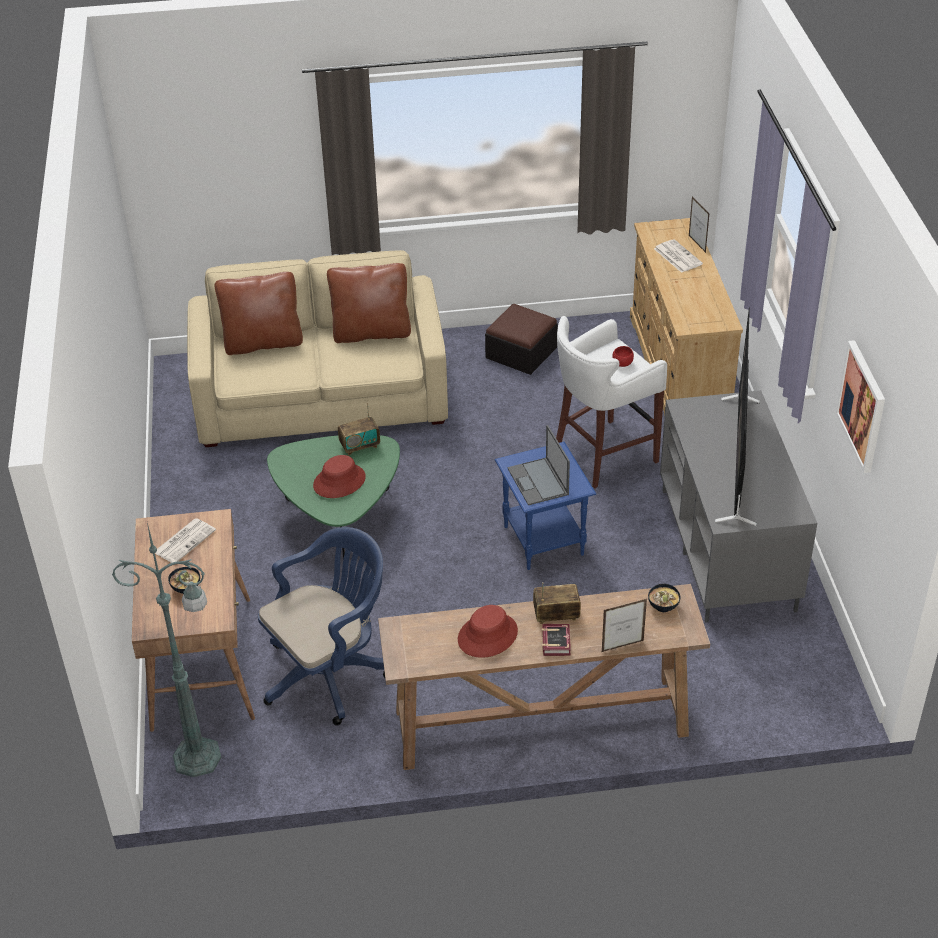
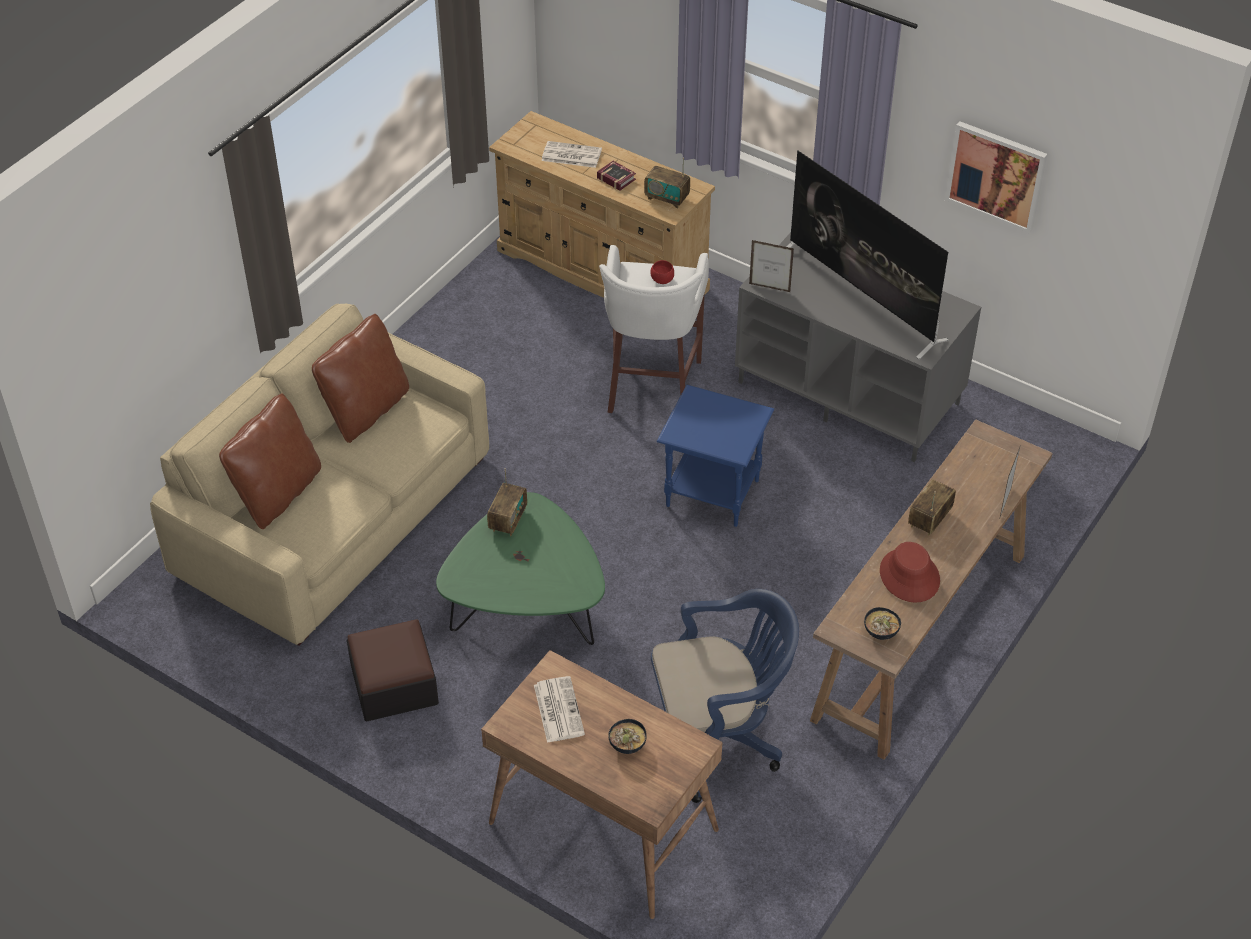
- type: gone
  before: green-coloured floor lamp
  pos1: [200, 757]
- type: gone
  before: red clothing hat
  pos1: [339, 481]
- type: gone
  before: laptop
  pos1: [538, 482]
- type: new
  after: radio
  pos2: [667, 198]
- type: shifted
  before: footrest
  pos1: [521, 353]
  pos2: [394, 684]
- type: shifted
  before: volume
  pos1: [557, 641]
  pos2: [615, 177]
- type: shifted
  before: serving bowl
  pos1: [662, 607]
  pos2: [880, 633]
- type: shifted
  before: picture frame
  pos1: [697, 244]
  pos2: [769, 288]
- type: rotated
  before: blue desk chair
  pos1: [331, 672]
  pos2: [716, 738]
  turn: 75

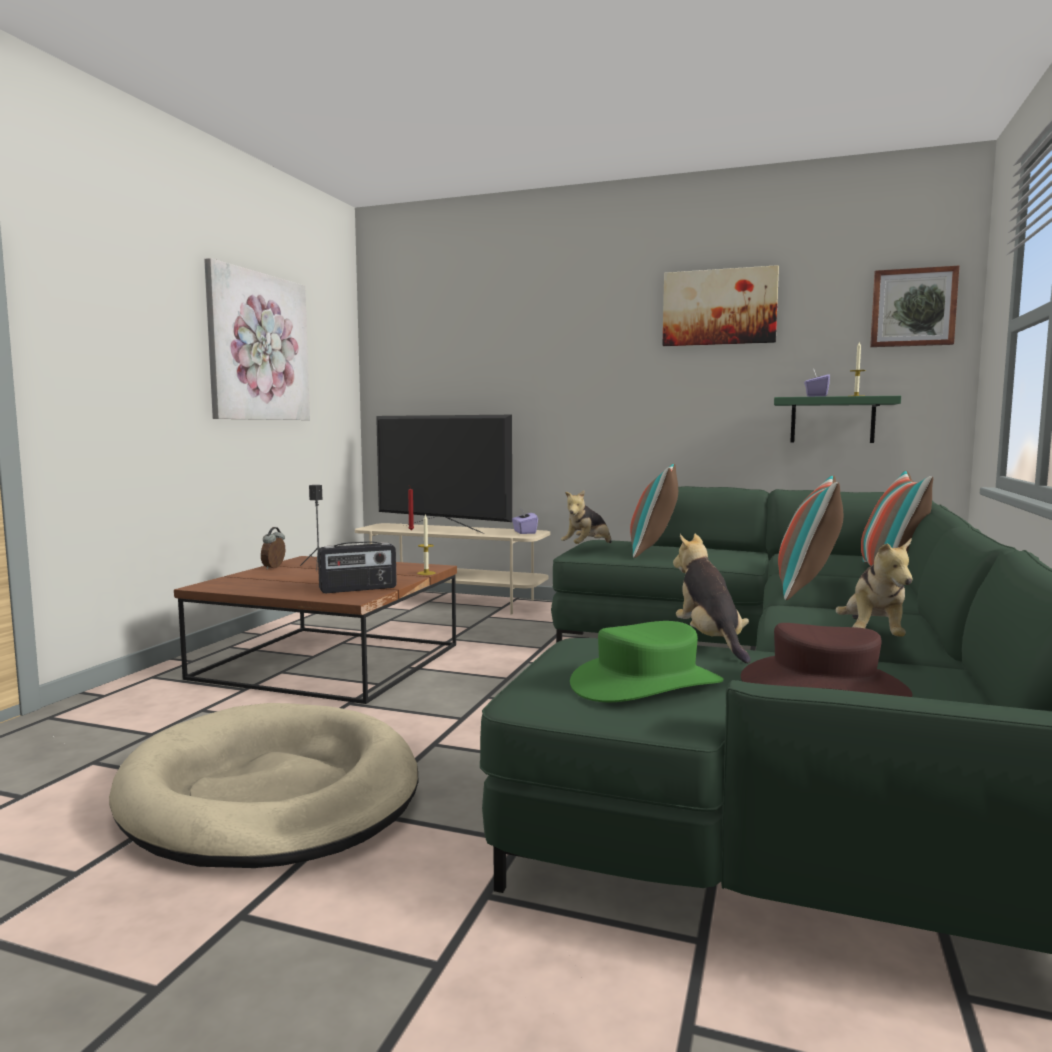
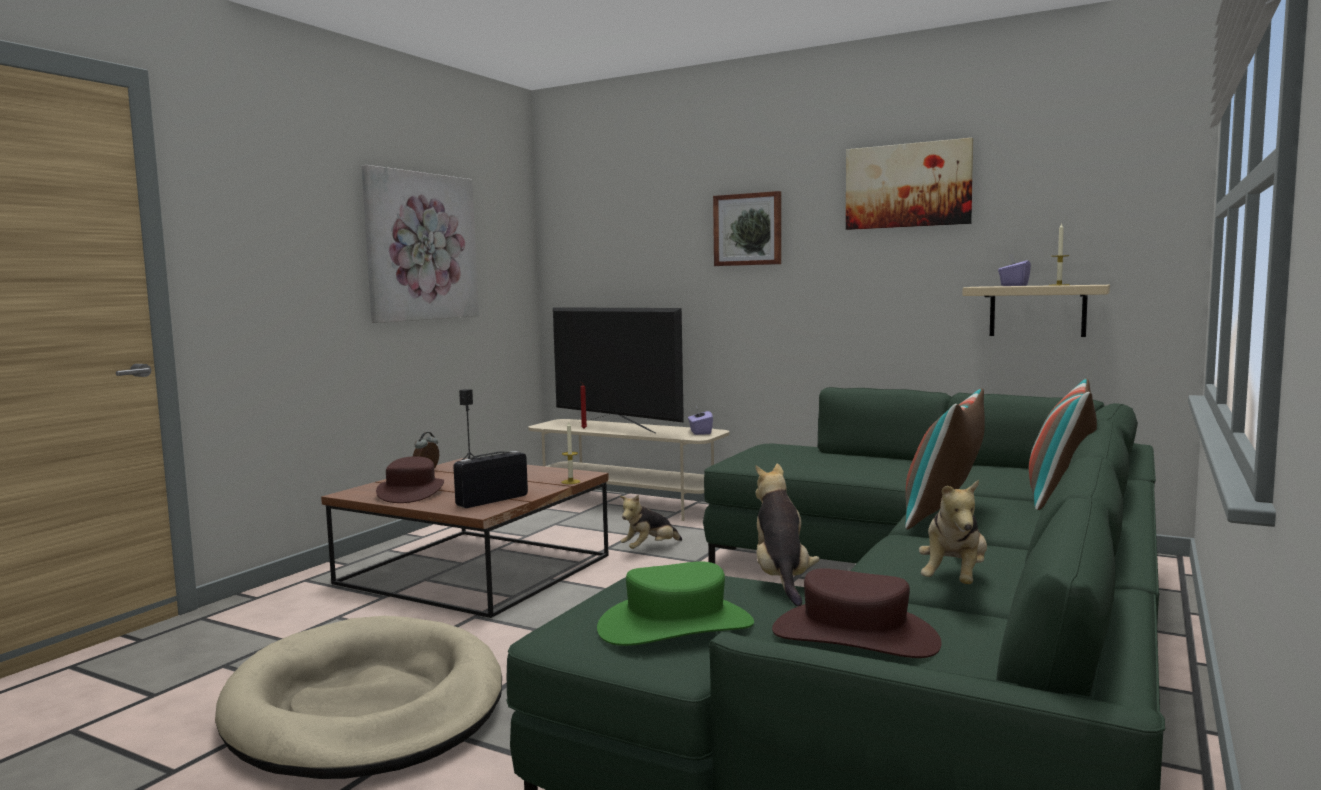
- type: gone
  before: cushion
  pos1: [653, 551]
- type: new
  after: brown clothing hat
  pos2: [411, 492]
- type: shifted
  before: plush toy
  pos1: [587, 547]
  pos2: [650, 549]
- type: shifted
  before: picture
  pos1: [913, 308]
  pos2: [748, 229]
- type: repainted
  before: green-coloured bracket shelf
  after: beige bracket shelf
  pos1: [832, 420]
  pos2: [1037, 311]
- type: rotated
  before: radio
  pos1: [358, 589]
  pos2: [492, 500]
  turn: 150

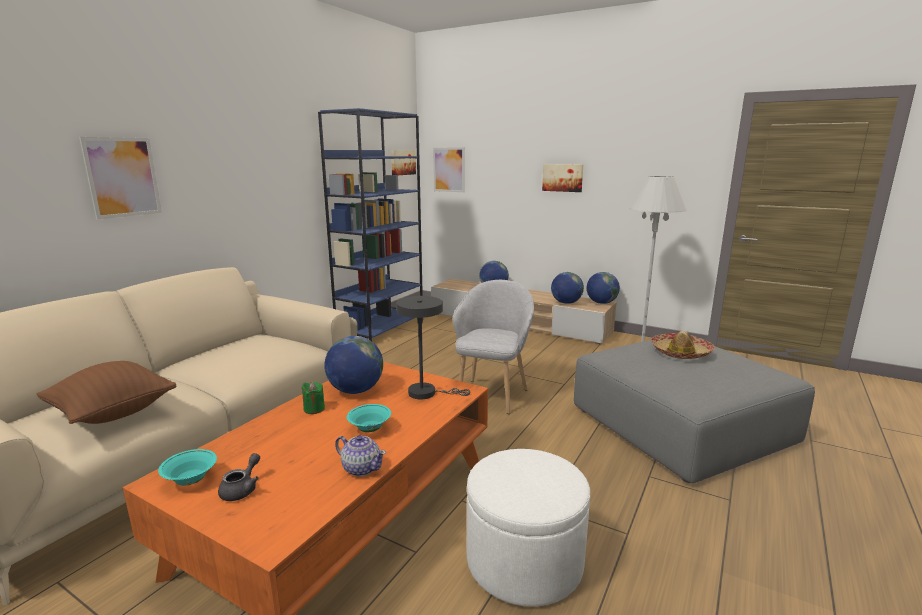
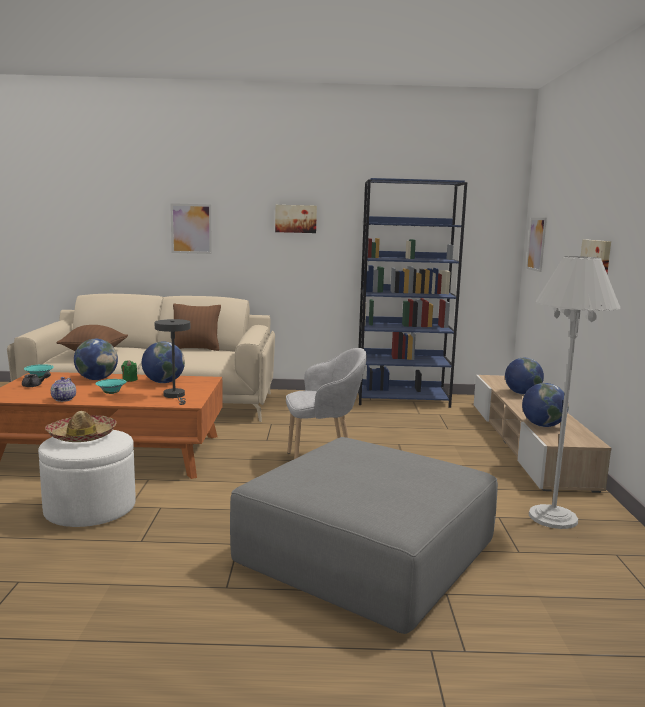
- type: new
  after: brown cushion
  pos2: [196, 348]
- type: shifted
  before: picture
  pos1: [402, 162]
  pos2: [296, 218]
- type: shifted
  before: world globe
  pos1: [601, 303]
  pos2: [97, 379]
- type: shifted
  before: clothing hat
  pos1: [680, 352]
  pos2: [82, 436]

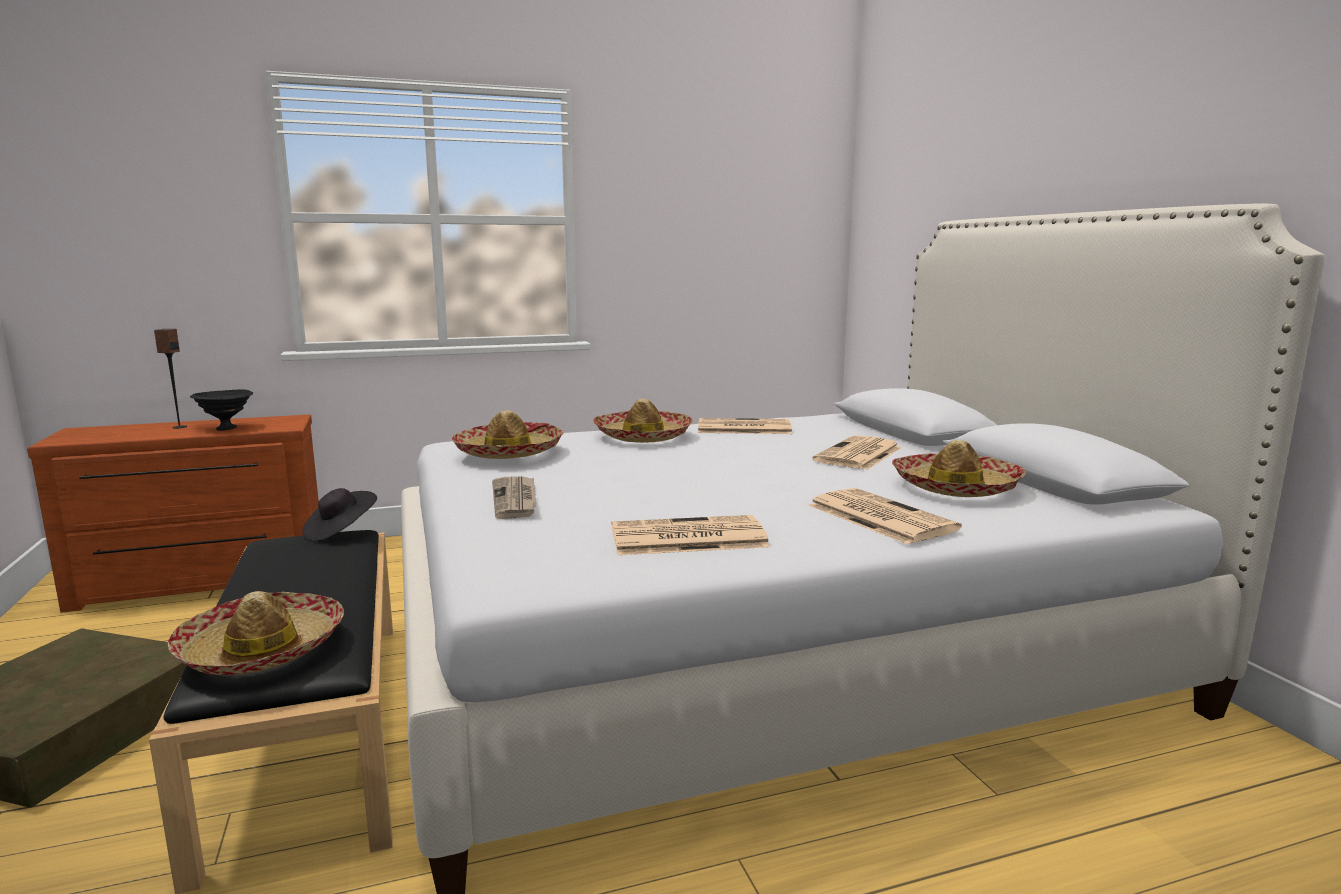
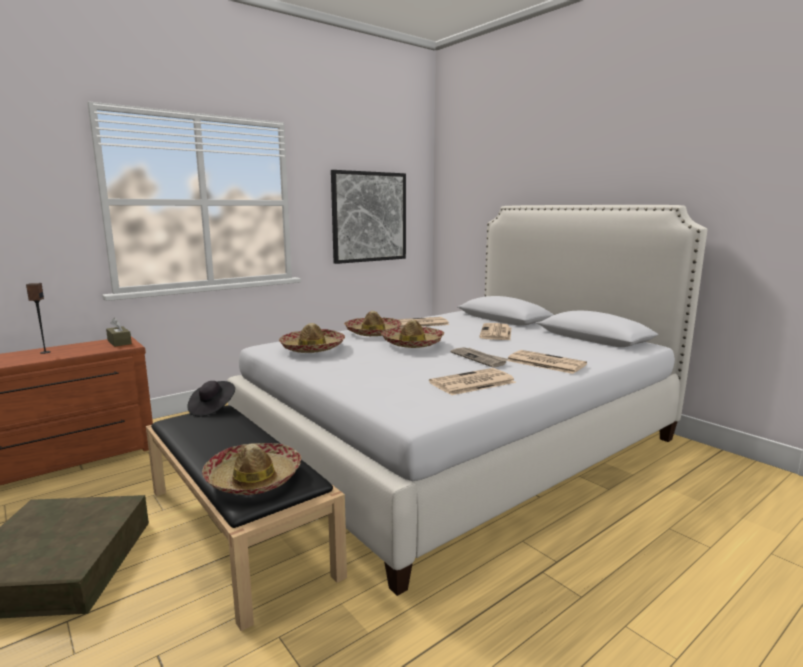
- type: gone
  before: black-coloured serving bowl
  pos1: [225, 428]
- type: new
  after: brown tissue box
  pos2: [119, 342]
- type: new
  after: picture
  pos2: [369, 217]
- type: shifted
  before: newspaper
  pos1: [516, 500]
  pos2: [479, 358]
- type: shifted
  before: clothing hat
  pos1: [956, 487]
  pos2: [412, 343]

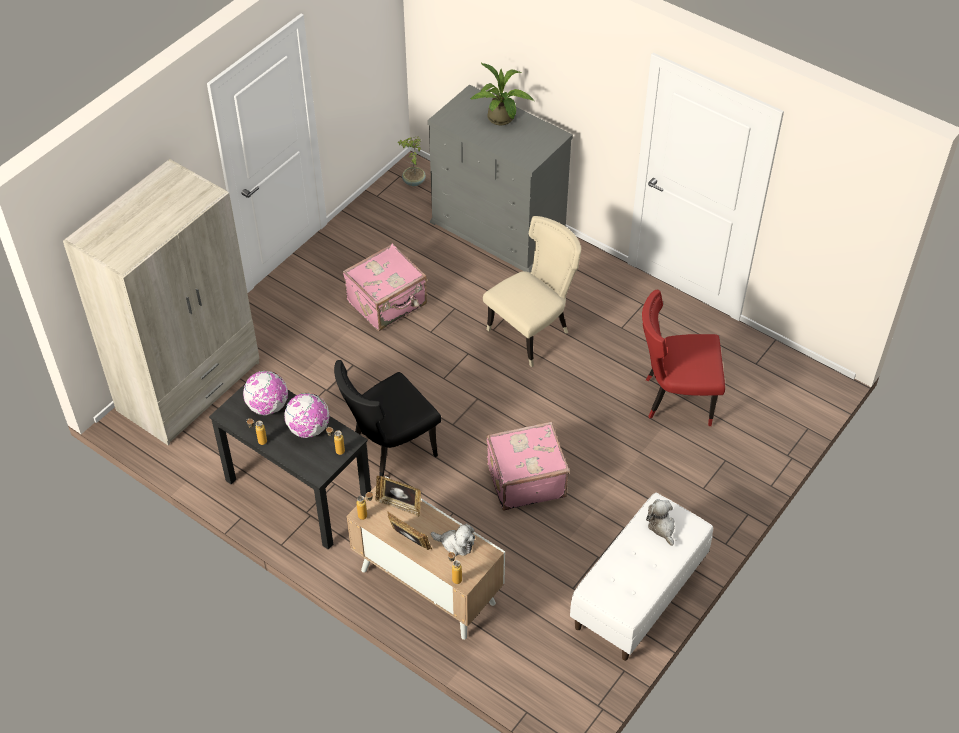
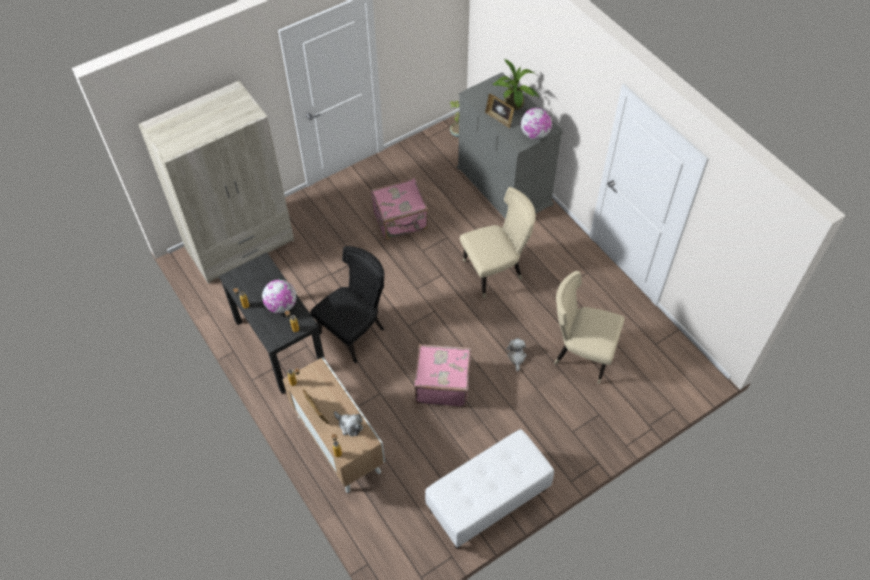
- type: shifted
  before: world globe
  pos1: [268, 406]
  pos2: [535, 134]
- type: shifted
  before: picture frame
  pos1: [399, 505]
  pos2: [499, 119]
- type: shifted
  before: plush toy
  pos1: [661, 527]
  pos2: [516, 357]
- type: repainted
  before: red upright chair
  after: beige upright chair
  pos1: [675, 398]
  pos2: [580, 353]
- type: rotated
  before: black-coloured upright chair
  pos1: [389, 450]
  pos2: [355, 331]
  turn: 150

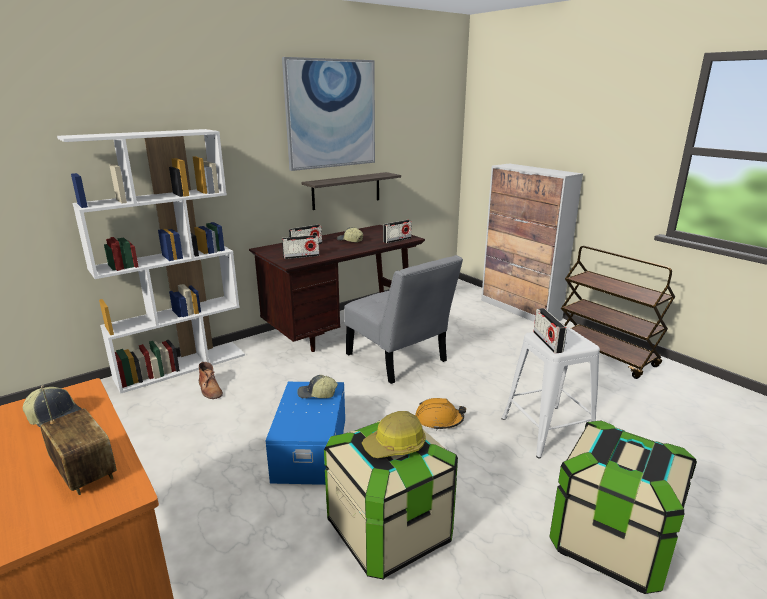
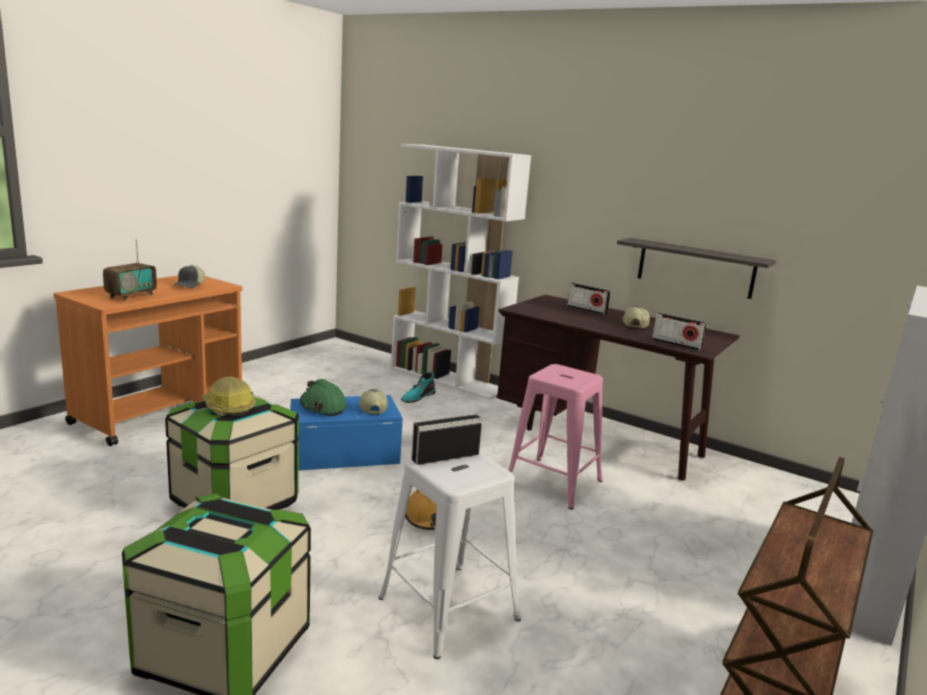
- type: gone
  before: picture
  pos1: [331, 114]
- type: gone
  before: radio
  pos1: [301, 256]
- type: new
  after: green-coloured work helmet
  pos2: [323, 406]
- type: swapped
  before: greyish upright chair
  after: pink-coloured stool
  pos1: [399, 360]
  pos2: [553, 482]
- type: repainted
  before: brown boot
  after: turquoise-coloured boot
  pos1: [210, 389]
  pos2: [417, 397]

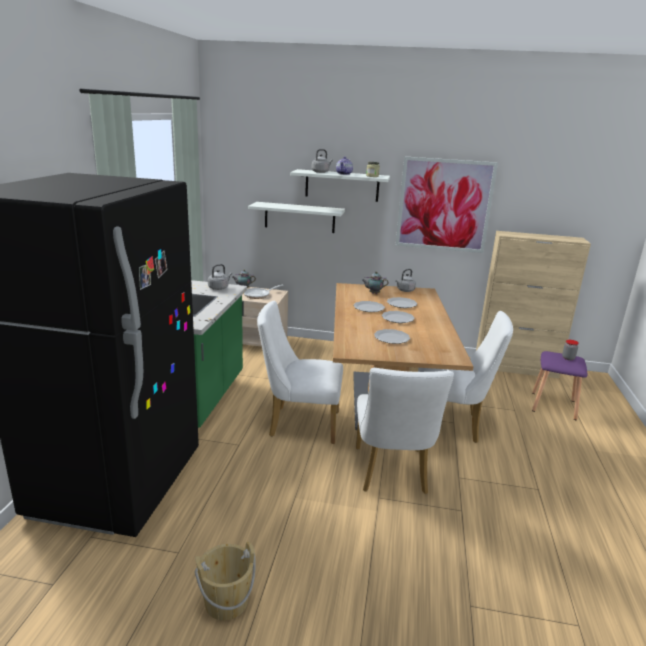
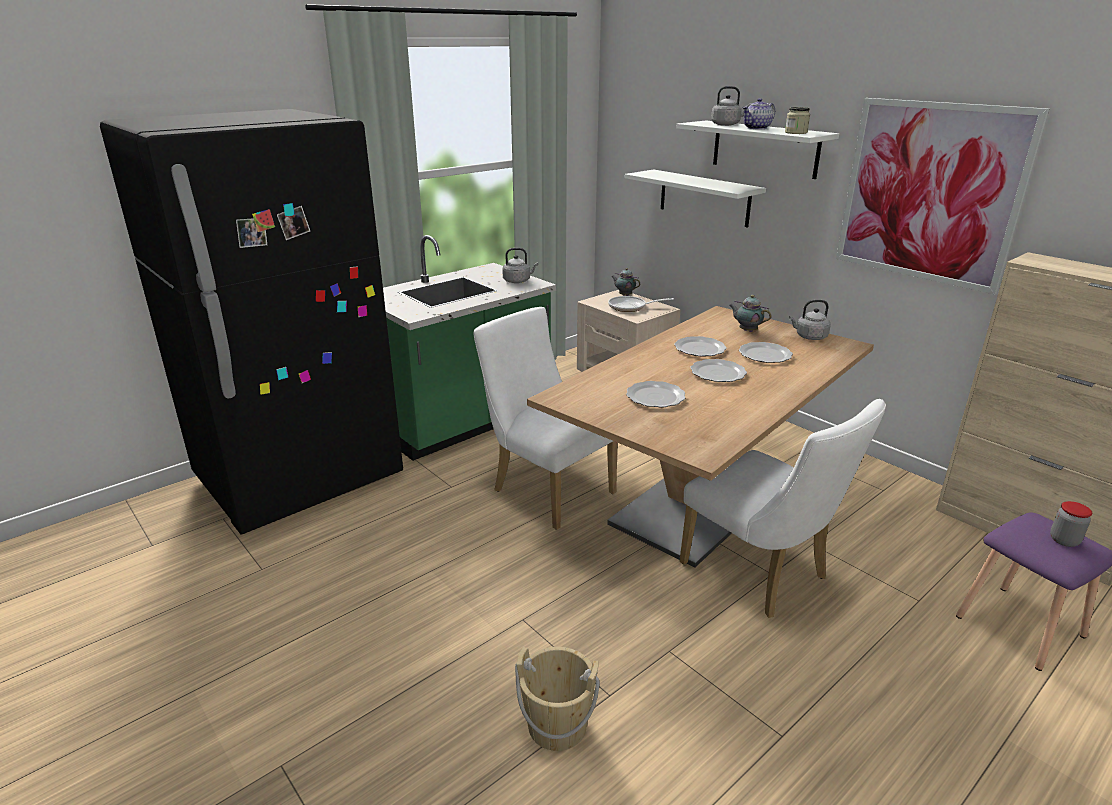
- type: gone
  before: white-coloured upright chair
  pos1: [391, 474]
- type: shifted
  before: beige bucket
  pos1: [226, 602]
  pos2: [557, 725]

